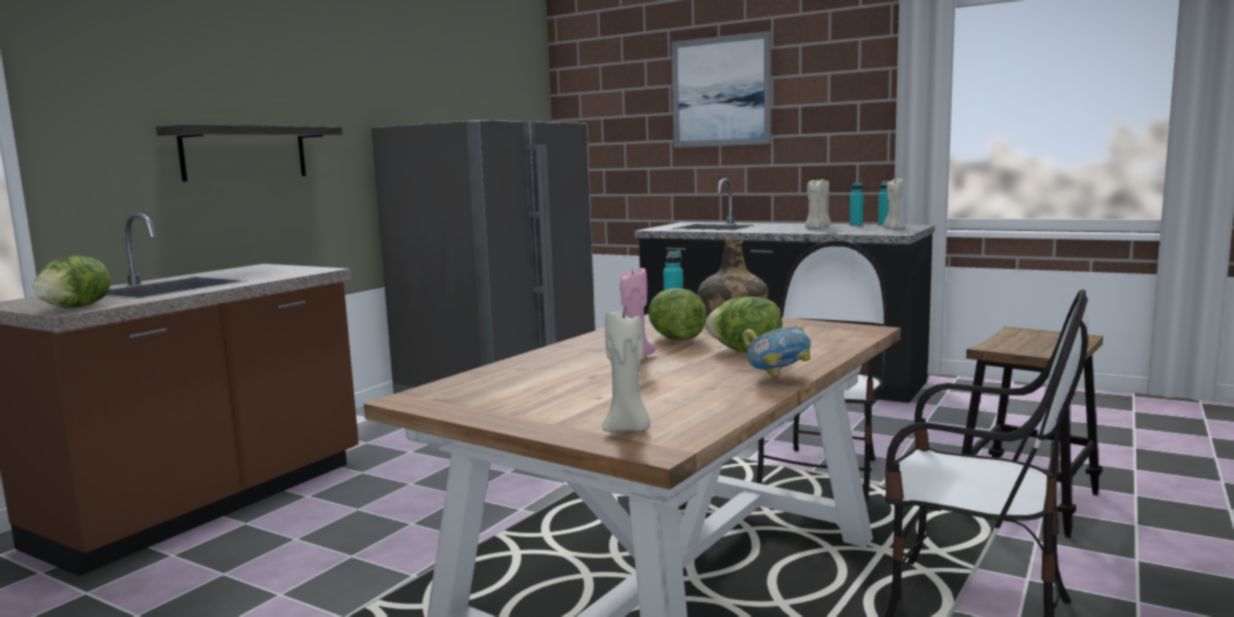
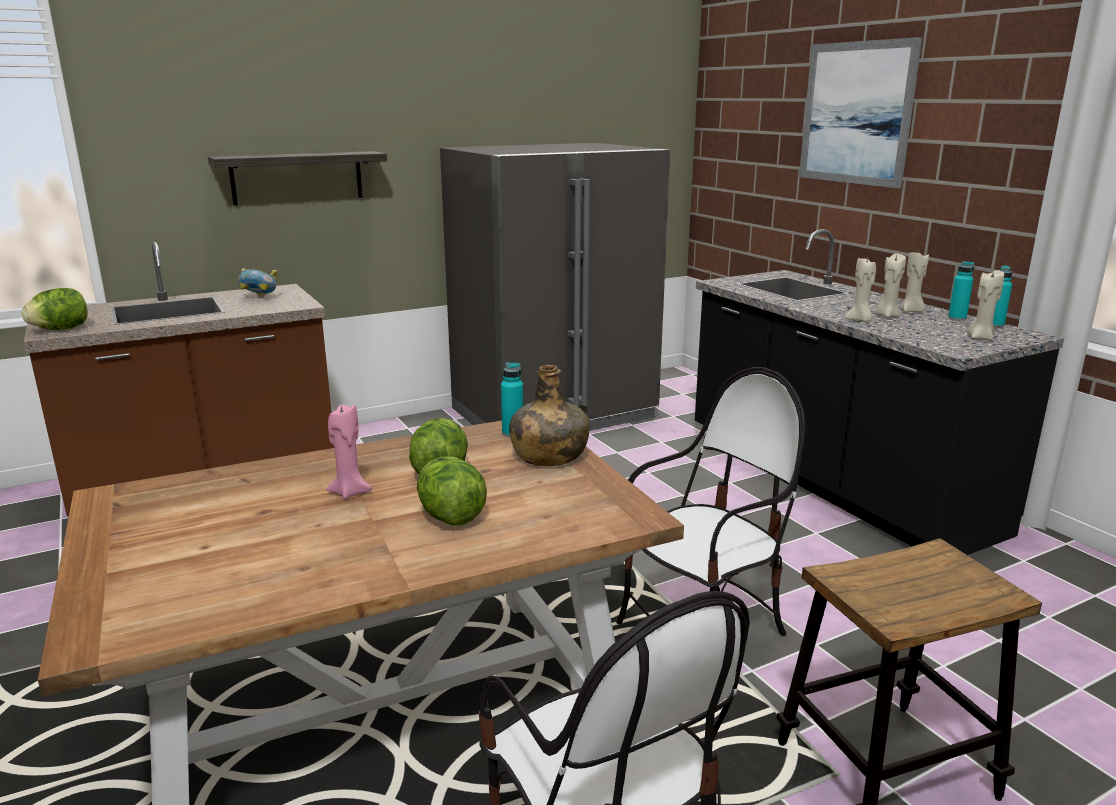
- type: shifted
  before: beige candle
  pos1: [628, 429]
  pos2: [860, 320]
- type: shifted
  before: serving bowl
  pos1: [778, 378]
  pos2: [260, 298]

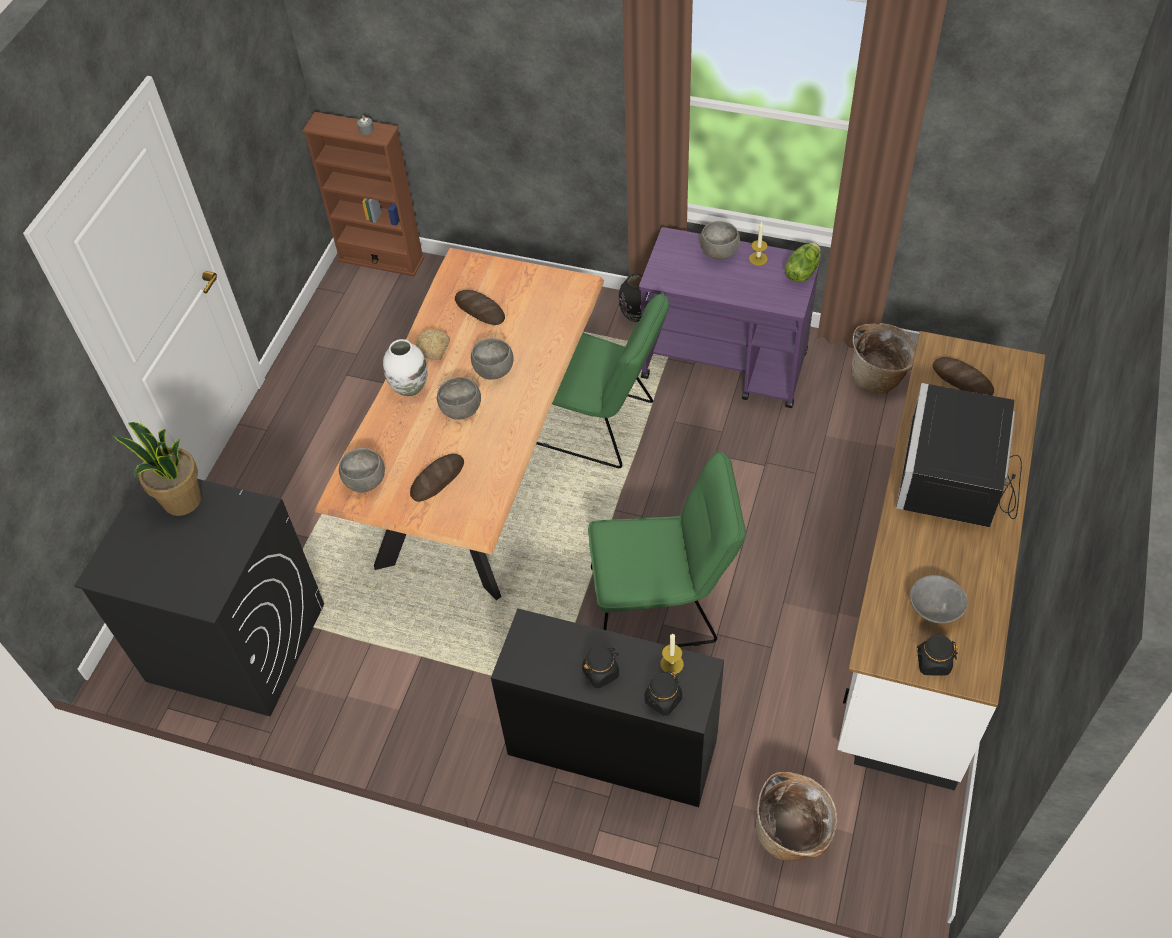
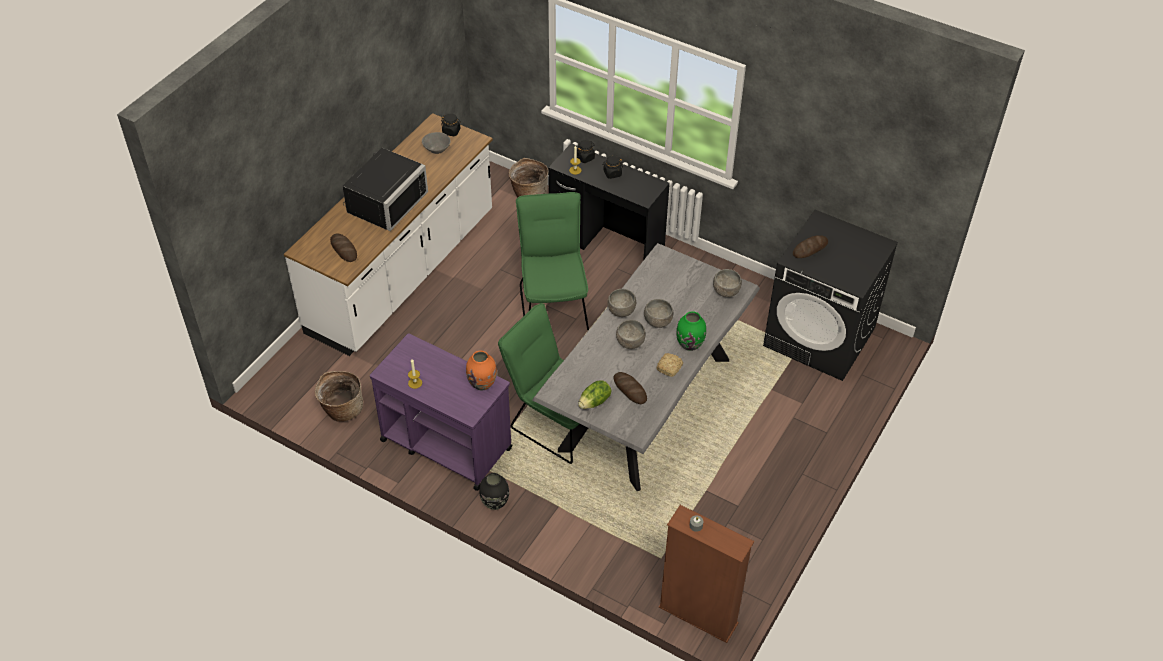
- type: gone
  before: potted plant
  pos1: [181, 501]
- type: new
  after: orangey flower vase
  pos2: [482, 383]
- type: shifted
  before: baked bread
  pos1: [437, 479]
  pos2: [810, 249]
- type: shifted
  before: greyish serving bowl
  pos1: [719, 253]
  pos2: [621, 311]
- type: shifted
  before: lettuce head
  pos1: [801, 272]
  pos2: [595, 402]
- type: repainted
  before: brown dining table
  after: greyish dining table
  pos1: [484, 474]
  pos2: [645, 404]
- type: repainted
  before: white-coloured flower vase
  after: green-coloured flower vase
  pos1: [409, 387]
  pos2: [690, 344]
- type: rotated
  before: green-coloured upright chair
  pos1: [663, 604]
  pos2: [553, 302]
  turn: 75

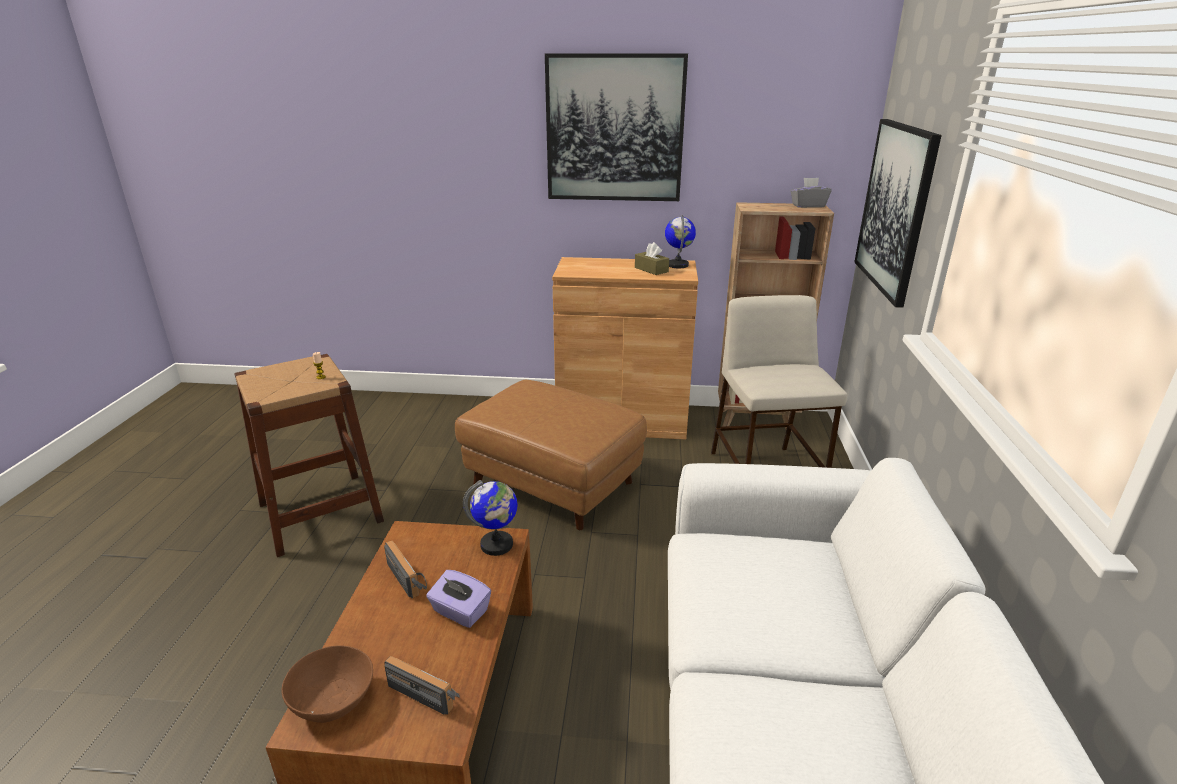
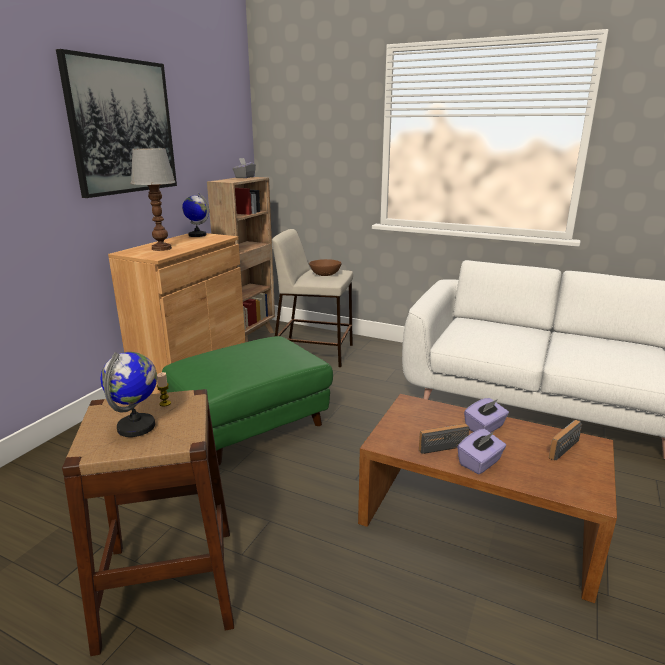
- type: gone
  before: brown tissue box
  pos1: [651, 270]
- type: gone
  before: picture
  pos1: [895, 208]
- type: new
  after: tabletop lamp
  pos2: [161, 248]
- type: new
  after: purple-coloured tissue box
  pos2: [480, 463]
- type: shifted
  before: brown serving bowl
  pos1: [333, 700]
  pos2: [325, 274]
- type: shifted
  before: world globe
  pos1: [497, 545]
  pos2: [137, 427]
- type: repainted
  before: brown footrest
  after: green-coloured footrest
  pos1: [554, 483]
  pos2: [251, 425]

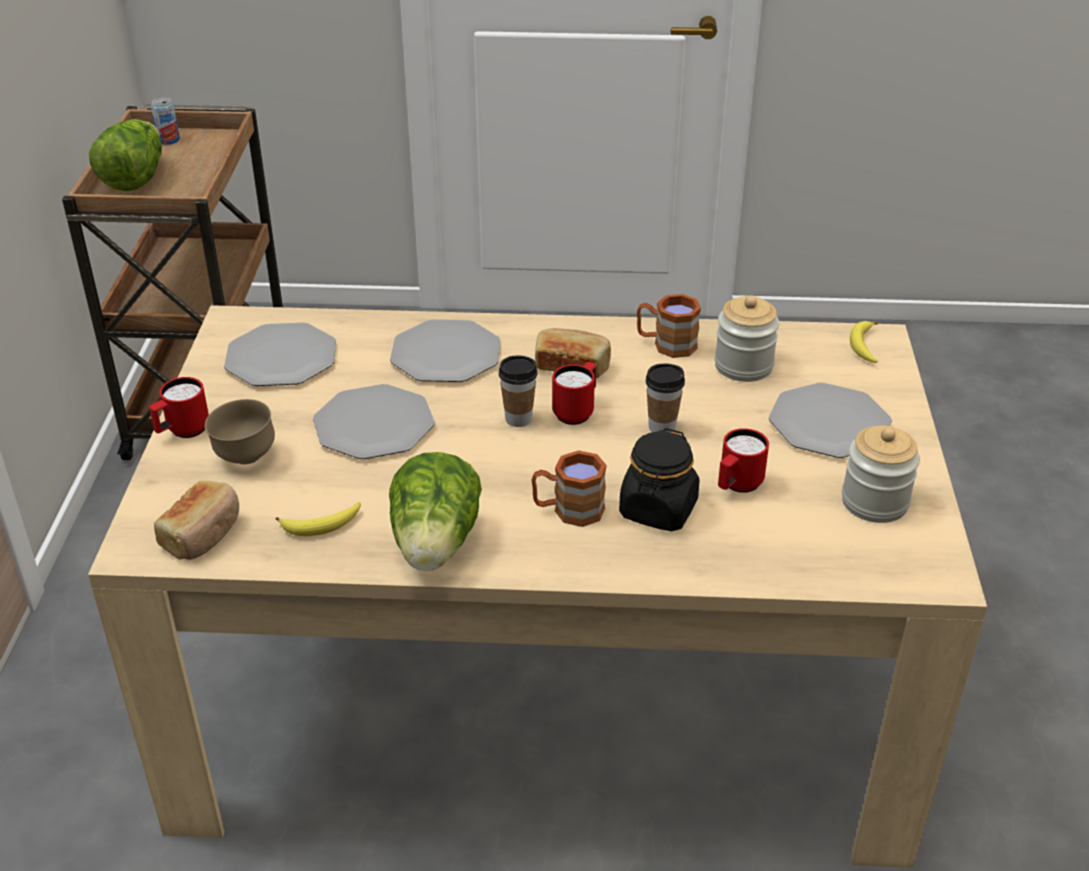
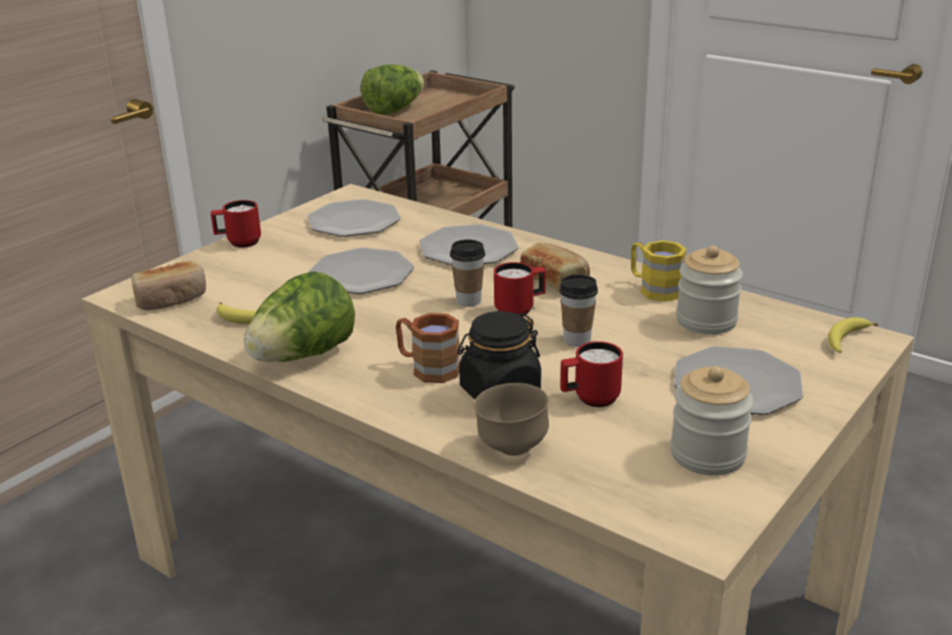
- type: gone
  before: sealed can
  pos1: [168, 140]
- type: shifted
  before: brown serving bowl
  pos1: [245, 457]
  pos2: [511, 448]
- type: repainted
  before: brown coffee mug
  after: yellow coffee mug
  pos1: [666, 344]
  pos2: [654, 289]

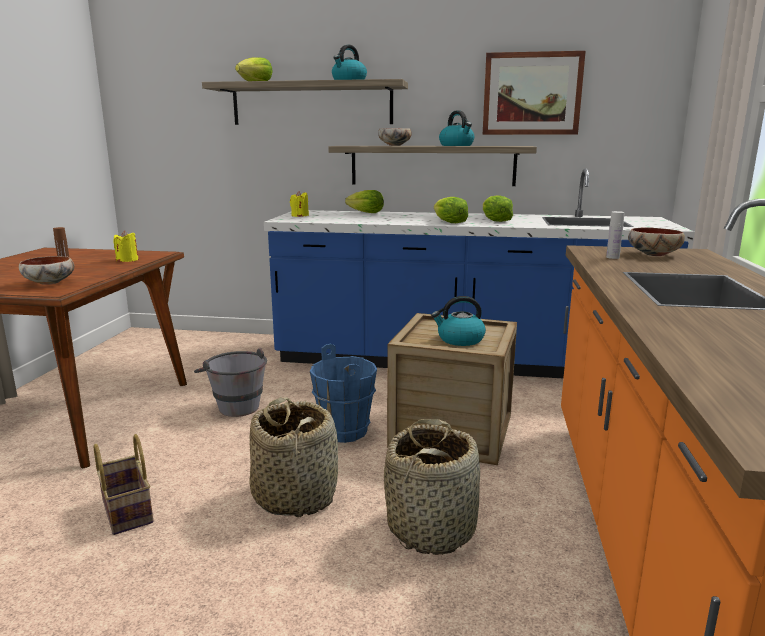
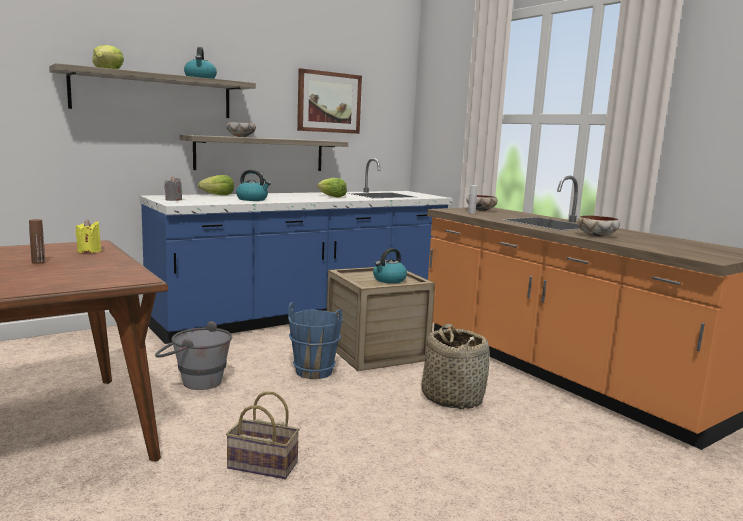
- type: gone
  before: basket
  pos1: [295, 495]
- type: gone
  before: lettuce head
  pos1: [449, 222]
- type: shifted
  before: serving bowl
  pos1: [50, 283]
  pos2: [597, 236]
- type: shifted
  before: water kettle
  pos1: [457, 145]
  pos2: [252, 199]
- type: repainted
  before: yellow candle
  after: greyish candle
  pos1: [299, 216]
  pos2: [173, 200]

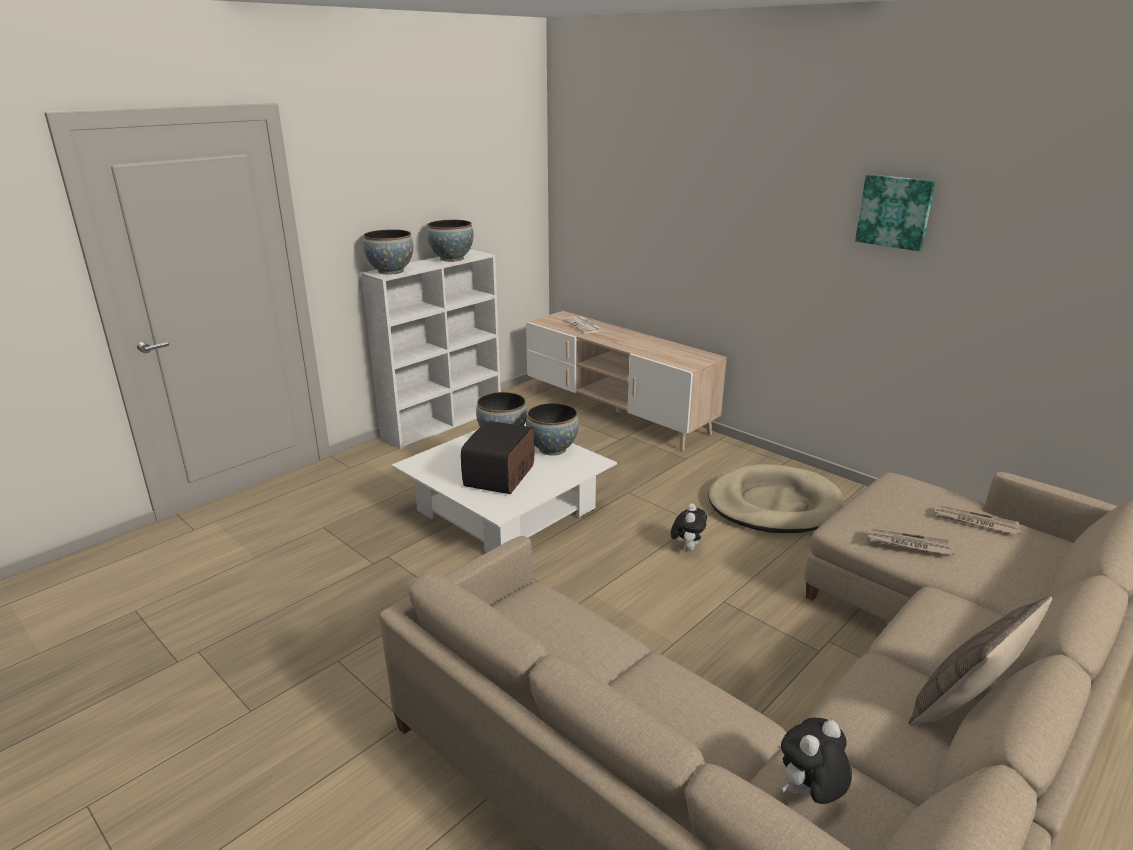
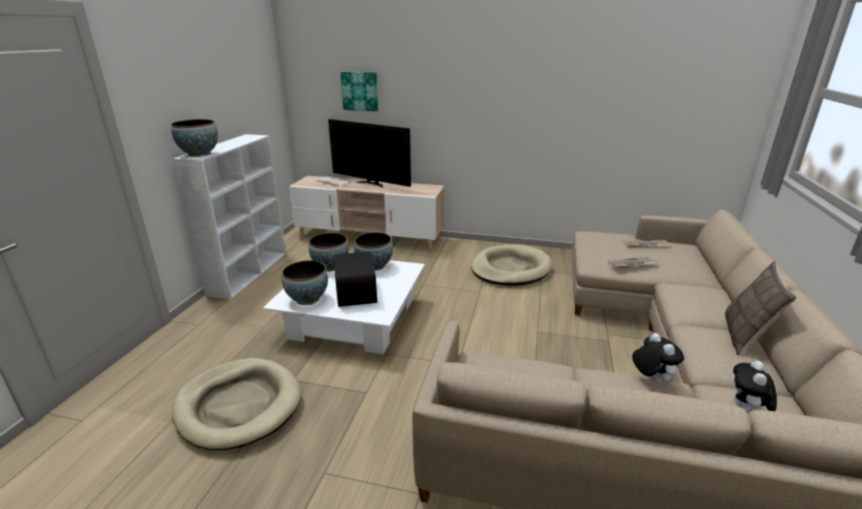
- type: new
  after: beige dog cushion
  pos2: [239, 405]
- type: new
  after: TV set
  pos2: [371, 183]
- type: shifted
  before: serving bowl
  pos1: [451, 259]
  pos2: [307, 299]
- type: shifted
  before: plush toy
  pos1: [687, 547]
  pos2: [650, 379]
- type: shifted
  before: picture
  pos1: [895, 211]
  pos2: [360, 91]

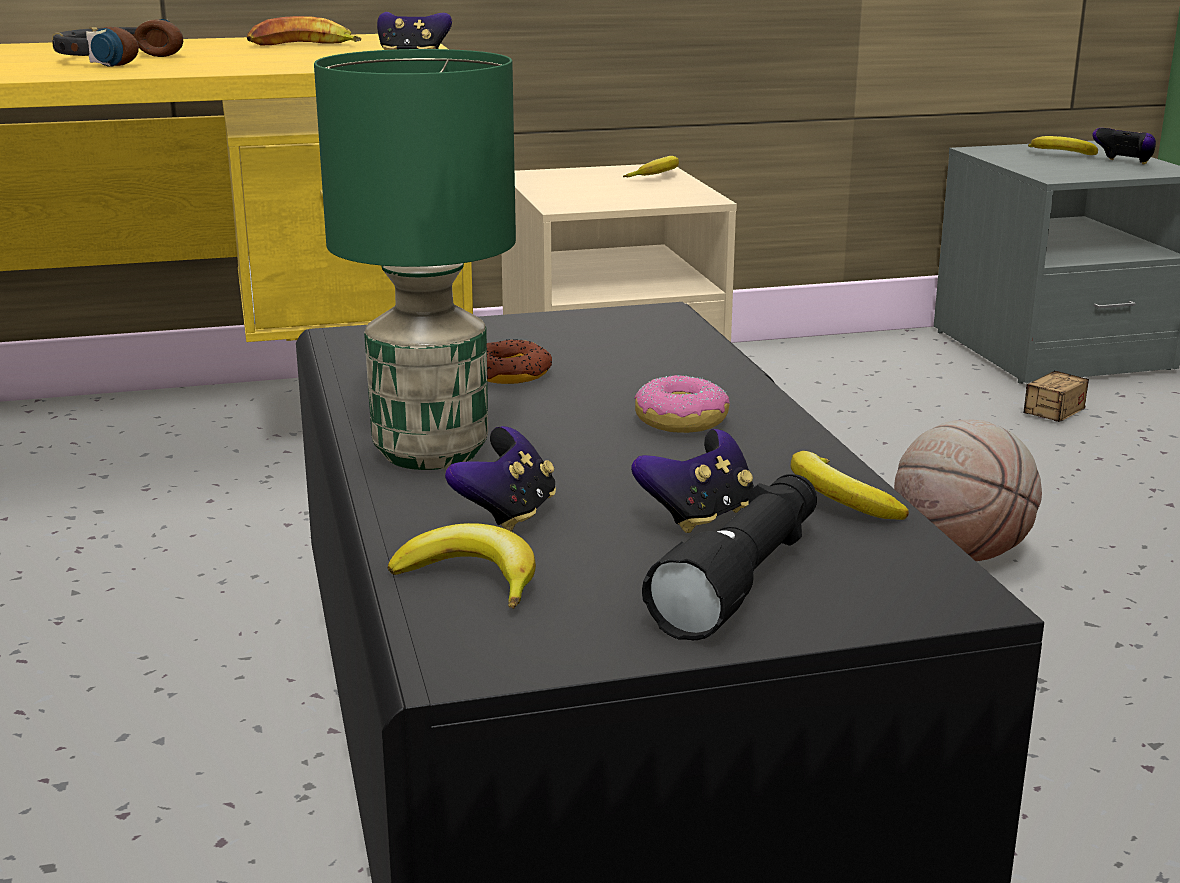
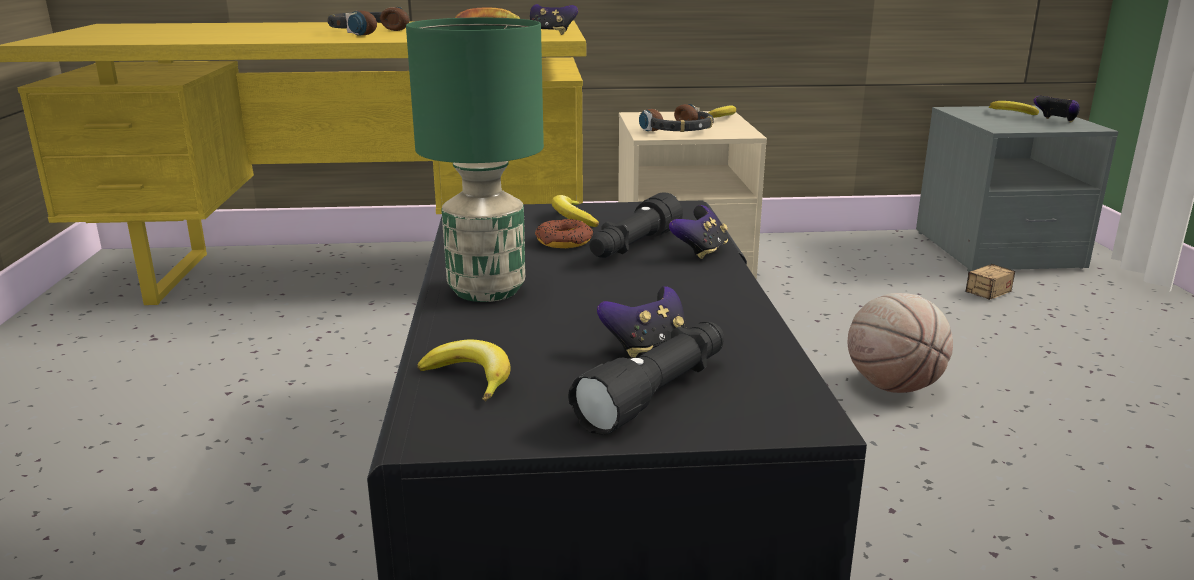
- type: gone
  before: ring doughnut
  pos1: [682, 421]
- type: new
  after: black-coloured torch
  pos2: [633, 247]
- type: new
  after: headphones
  pos2: [679, 131]
- type: shifted
  before: joypad
  pos1: [507, 514]
  pos2: [700, 251]
- type: shifted
  before: banana
  pos1: [838, 499]
  pos2: [572, 218]

